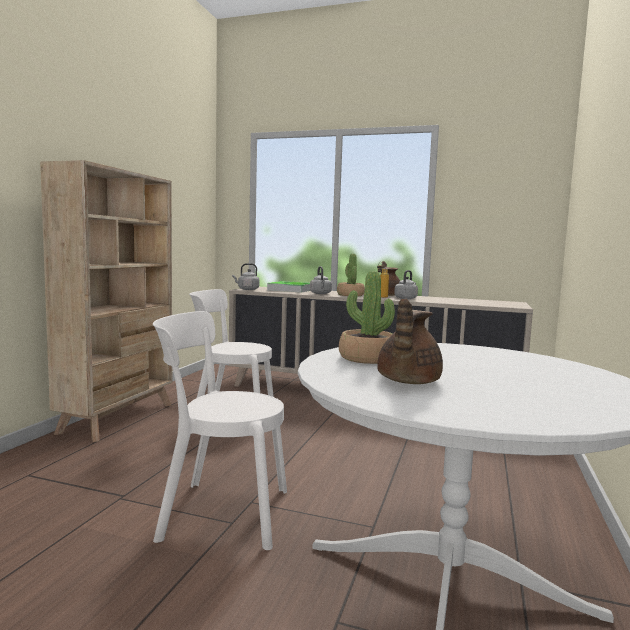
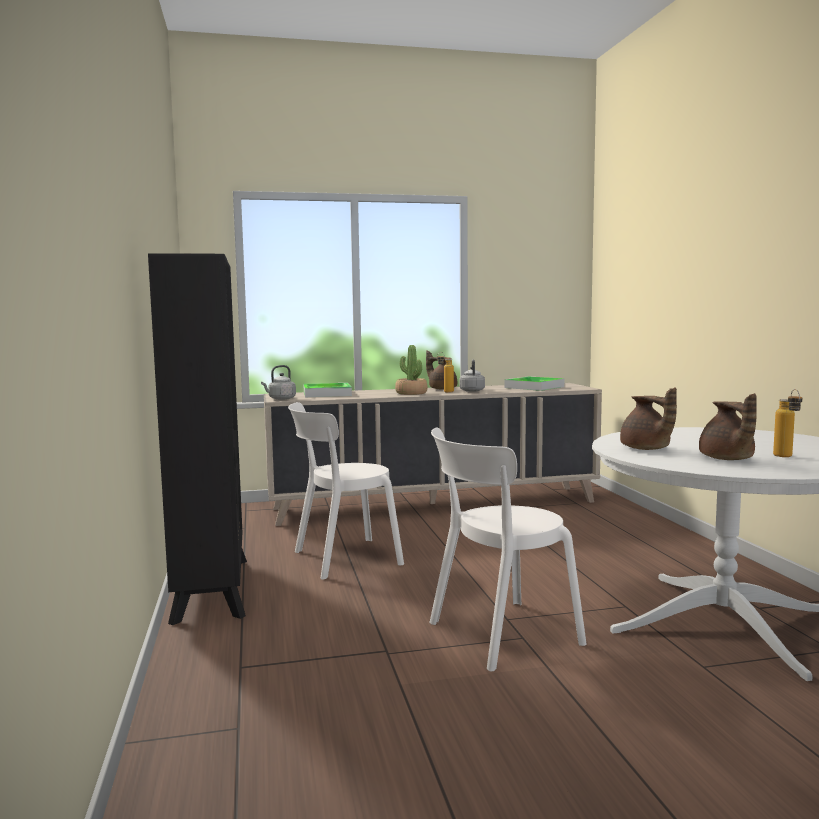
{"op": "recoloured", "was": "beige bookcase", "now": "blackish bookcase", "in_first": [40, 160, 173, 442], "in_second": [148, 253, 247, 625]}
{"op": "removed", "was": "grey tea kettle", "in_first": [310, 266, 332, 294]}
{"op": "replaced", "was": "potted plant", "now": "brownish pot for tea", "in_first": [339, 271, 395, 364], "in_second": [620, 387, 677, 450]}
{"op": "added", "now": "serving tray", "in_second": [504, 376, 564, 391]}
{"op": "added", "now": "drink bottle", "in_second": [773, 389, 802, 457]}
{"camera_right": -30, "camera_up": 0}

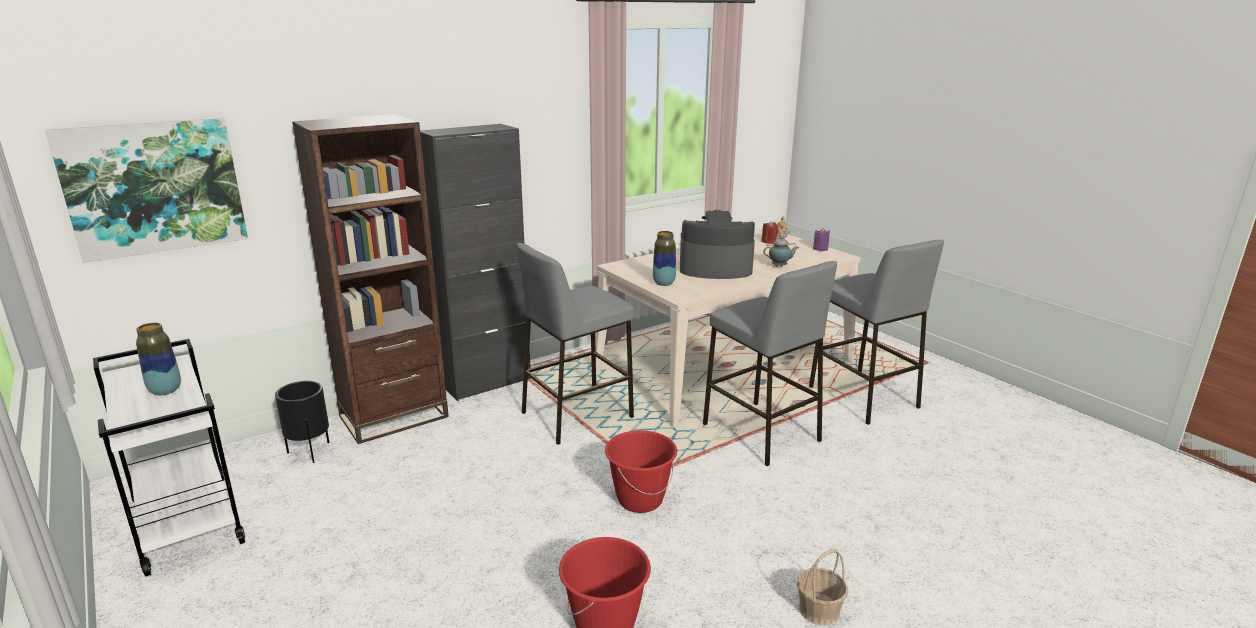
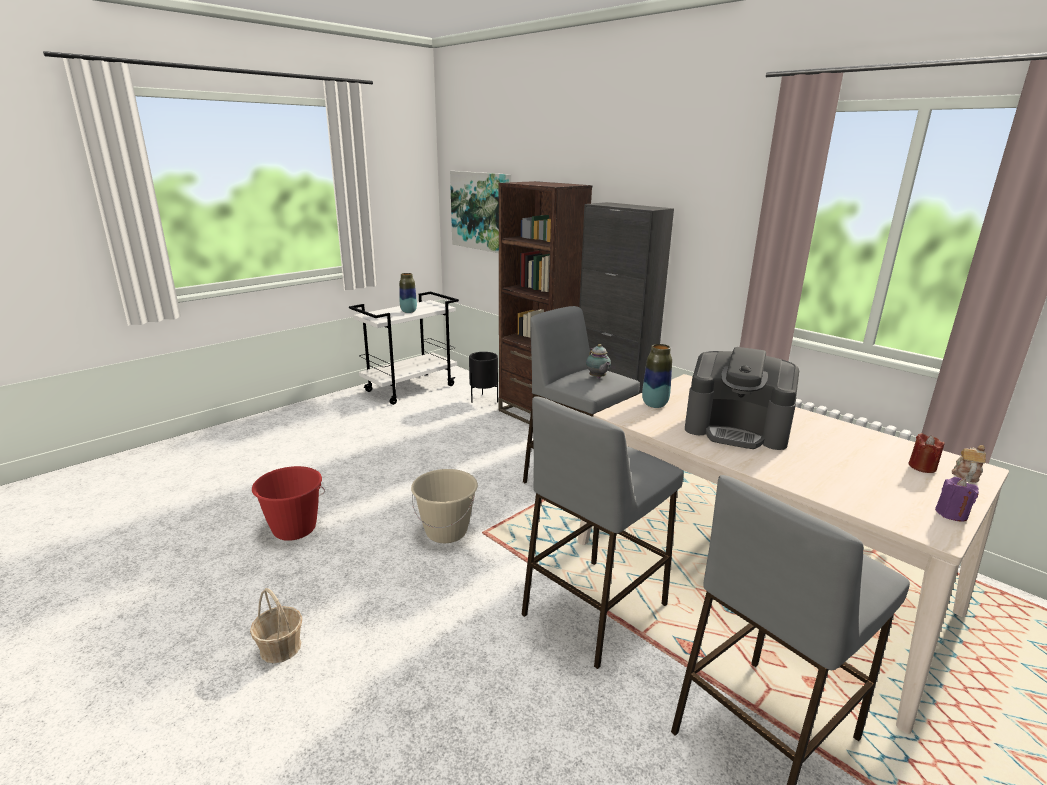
{"op": "turned", "was": "coffee machine", "in_first": [680, 210, 755, 279], "in_second": [685, 347, 799, 450], "clockwise": 120}
{"op": "moved", "was": "pot for tea", "in_first": [763, 236, 799, 267], "in_second": [586, 344, 611, 379]}
{"op": "recoloured", "was": "red-coloured pail", "now": "beige pail", "in_first": [605, 430, 677, 513], "in_second": [411, 469, 478, 543]}
{"camera_right": 80, "camera_up": 0}

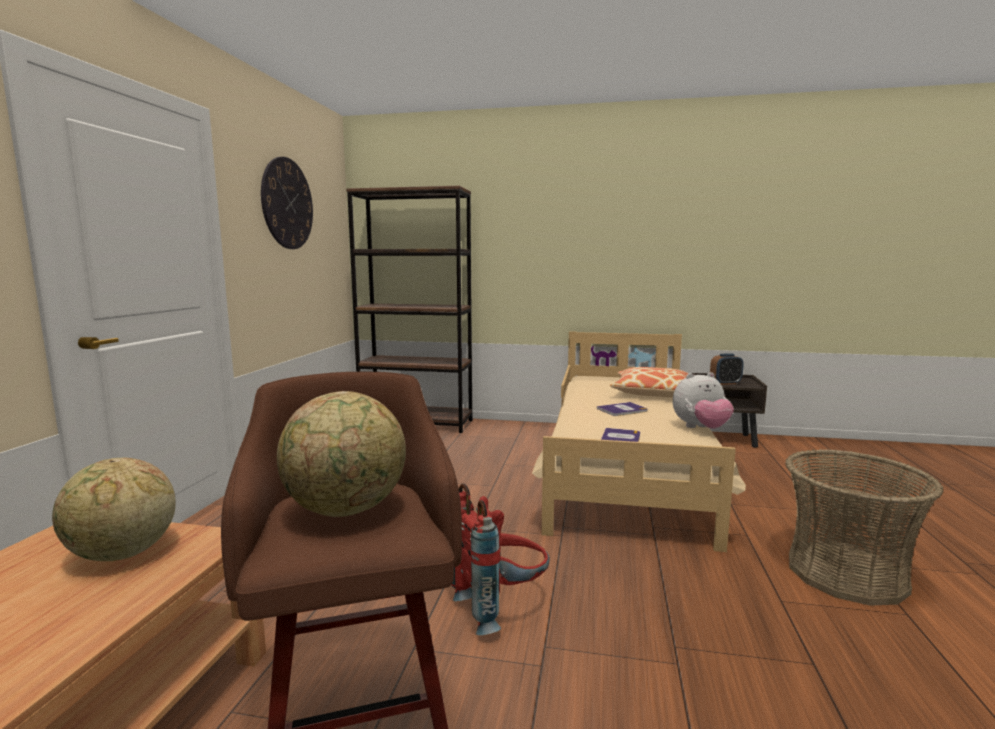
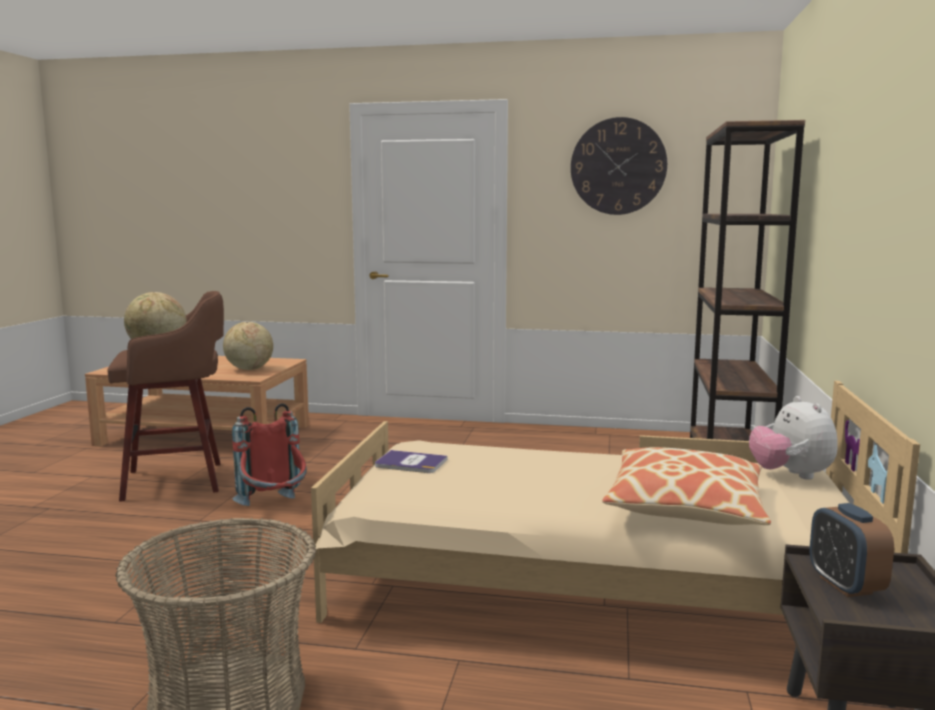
{"op": "moved", "was": "plush toy", "in_first": [673, 372, 734, 429], "in_second": [749, 396, 838, 480]}
{"op": "removed", "was": "volume", "in_first": [597, 402, 647, 416]}
{"camera_right": 90, "camera_up": 0}

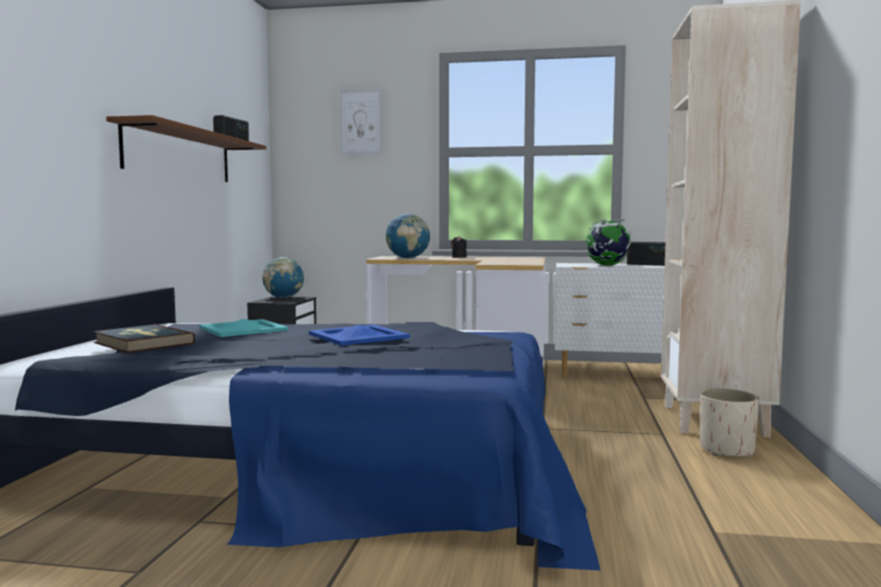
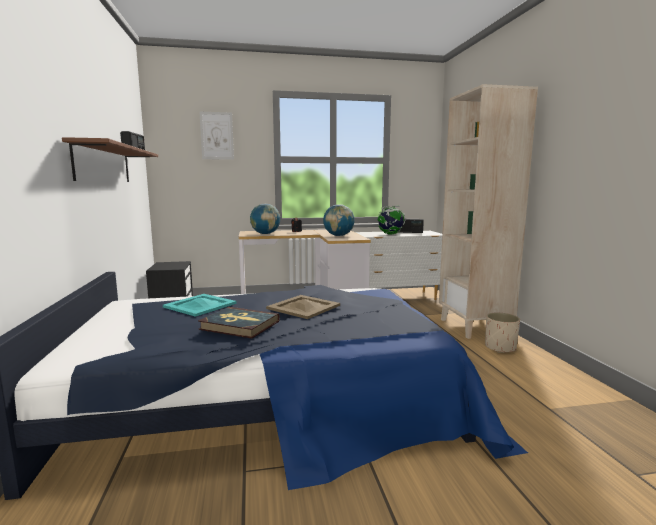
{"op": "moved", "was": "desk globe", "in_first": [262, 257, 304, 298], "in_second": [323, 204, 355, 236]}
{"op": "moved", "was": "volume", "in_first": [93, 324, 195, 353], "in_second": [198, 307, 280, 339]}
{"op": "recoloured", "was": "blue-coloured serving tray", "now": "beige serving tray", "in_first": [309, 325, 410, 346], "in_second": [266, 295, 340, 319]}
{"camera_right": -20, "camera_up": 5}

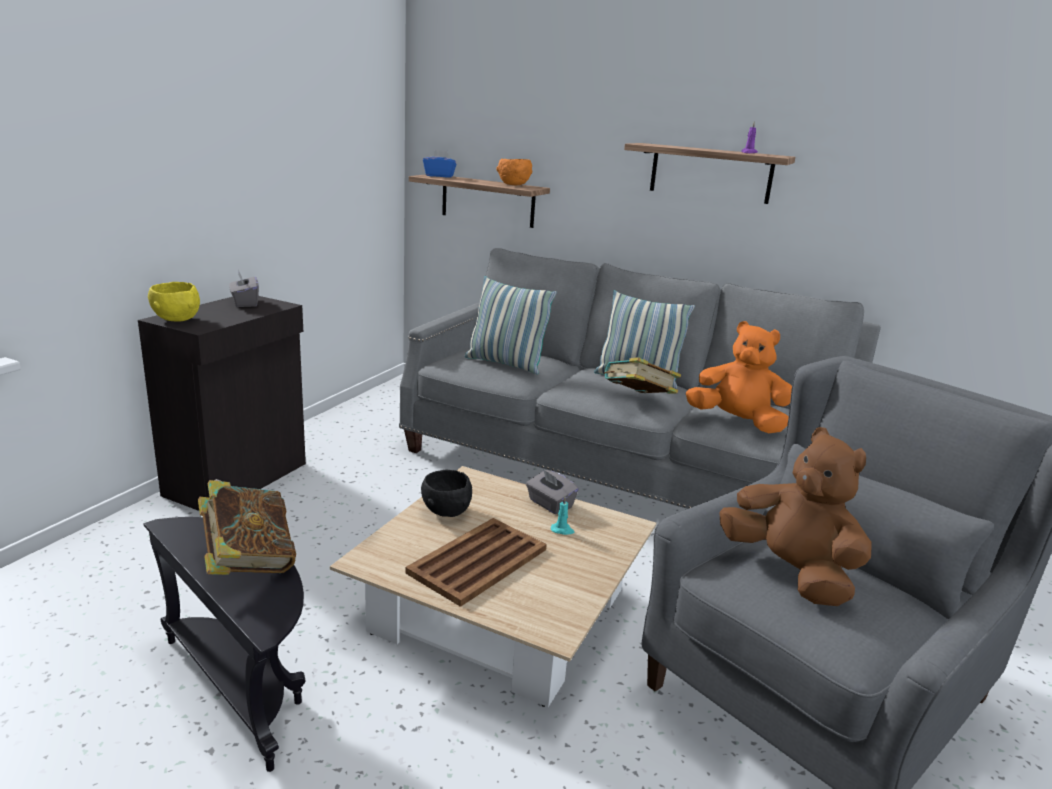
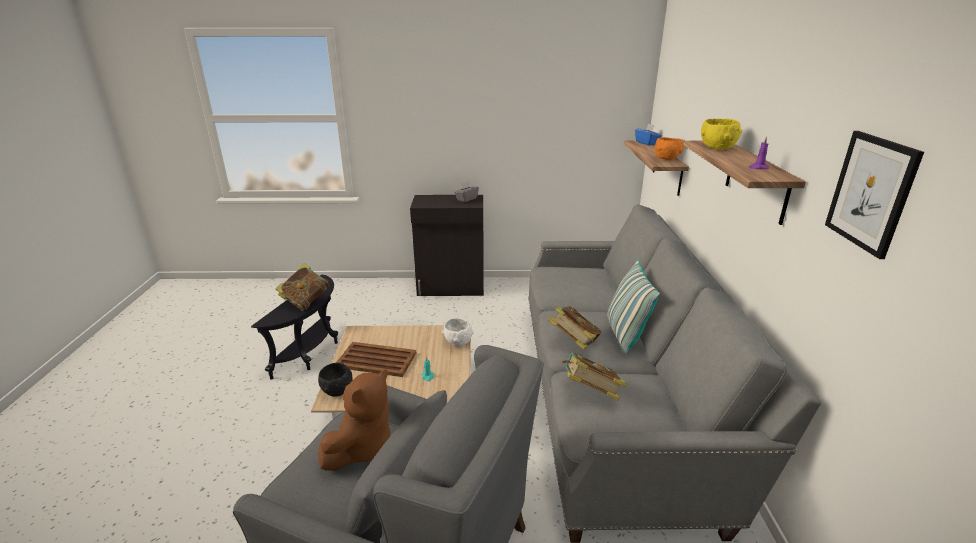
{"op": "removed", "was": "throw pillow", "in_first": [465, 276, 557, 374]}
{"op": "moved", "was": "yellow-coloured bowl", "in_first": [148, 282, 200, 321], "in_second": [701, 118, 742, 150]}
{"op": "replaced", "was": "orangey plush toy", "now": "volume", "in_first": [686, 321, 792, 433], "in_second": [562, 352, 626, 400]}
{"op": "moved", "was": "blackish bowl", "in_first": [421, 469, 472, 517], "in_second": [318, 363, 352, 397]}
{"op": "removed", "was": "grey tissue holder", "in_first": [526, 469, 579, 514]}
{"op": "added", "now": "wall art", "in_second": [825, 131, 924, 259]}
{"op": "added", "now": "whitish bowl", "in_second": [442, 318, 474, 346]}
{"camera_right": 65, "camera_up": 5}

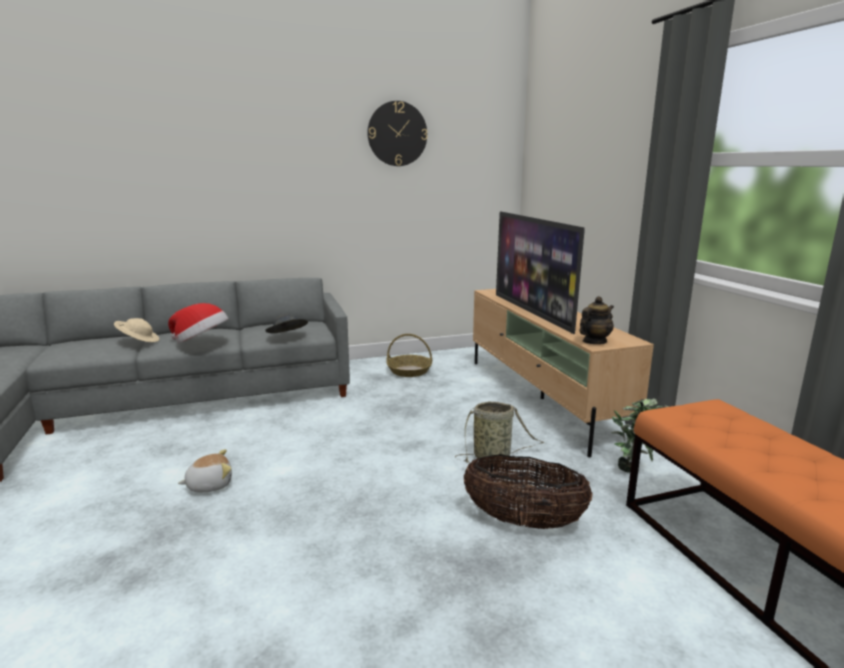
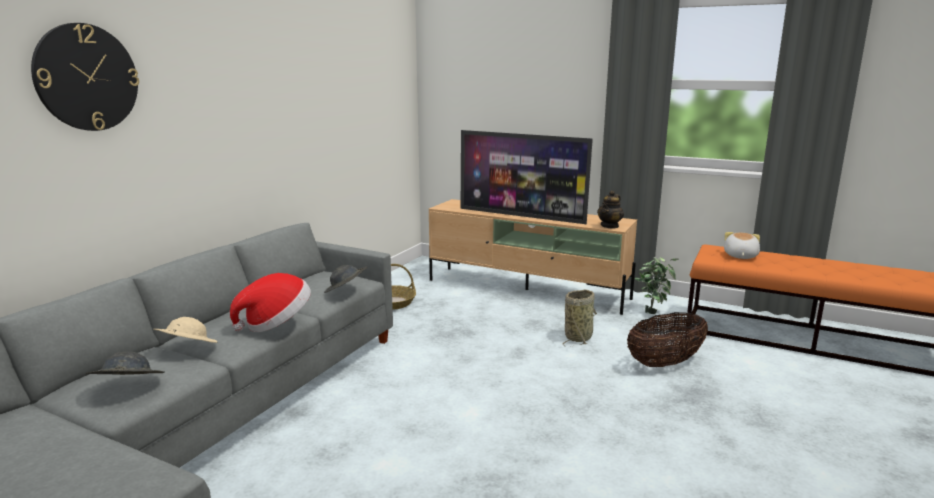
{"op": "moved", "was": "hanging clock", "in_first": [367, 101, 428, 166], "in_second": [31, 23, 139, 131]}
{"op": "turned", "was": "pot for tea", "in_first": [580, 296, 614, 344], "in_second": [597, 190, 624, 229], "clockwise": -150}
{"op": "moved", "was": "plush toy", "in_first": [178, 449, 232, 492], "in_second": [724, 232, 760, 259]}
{"op": "added", "now": "grey hat", "in_second": [85, 352, 165, 375]}
{"camera_right": -45, "camera_up": 0}

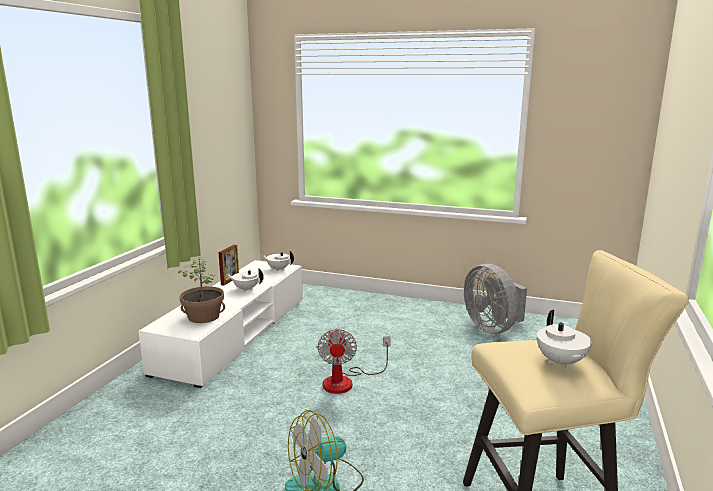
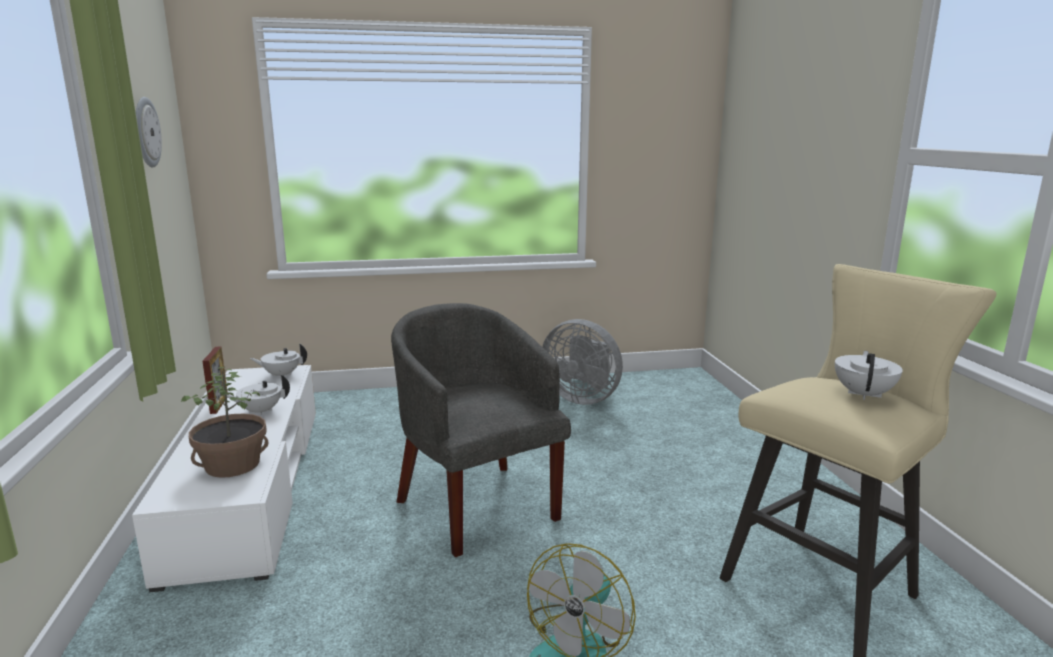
{"op": "turned", "was": "whitish pot for tea", "in_first": [537, 310, 592, 369], "in_second": [835, 351, 903, 400], "clockwise": -120}
{"op": "replaced", "was": "cooling fan", "now": "grey easy chair", "in_first": [317, 328, 391, 394], "in_second": [391, 303, 571, 557]}
{"op": "added", "now": "hanging clock", "in_second": [136, 97, 162, 168]}
{"camera_right": -30, "camera_up": 0}

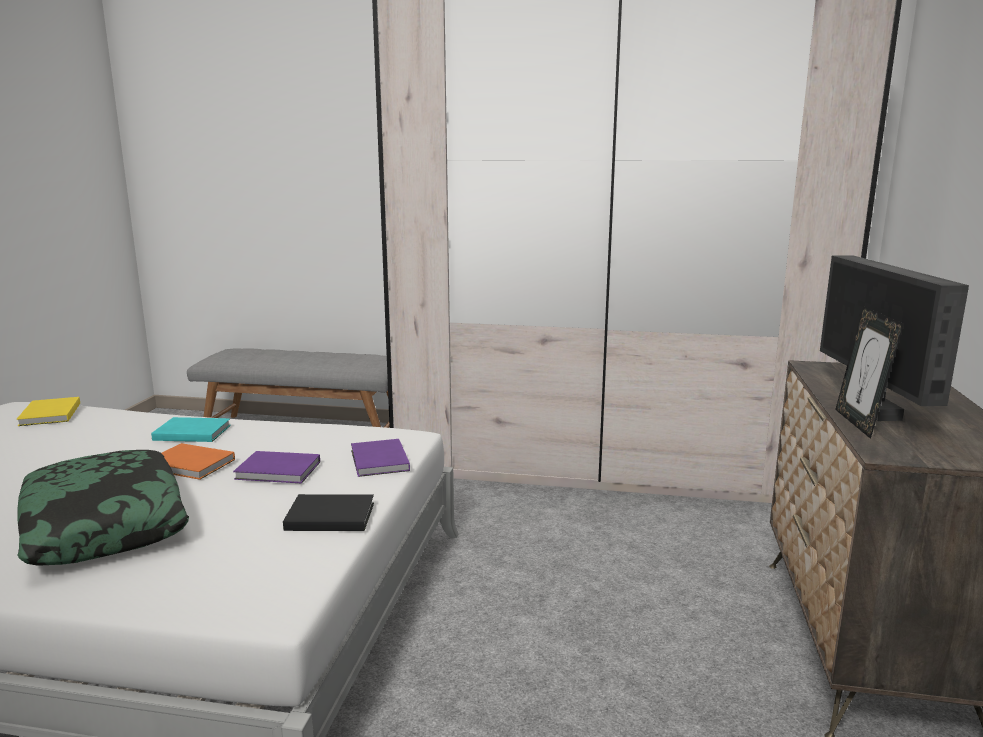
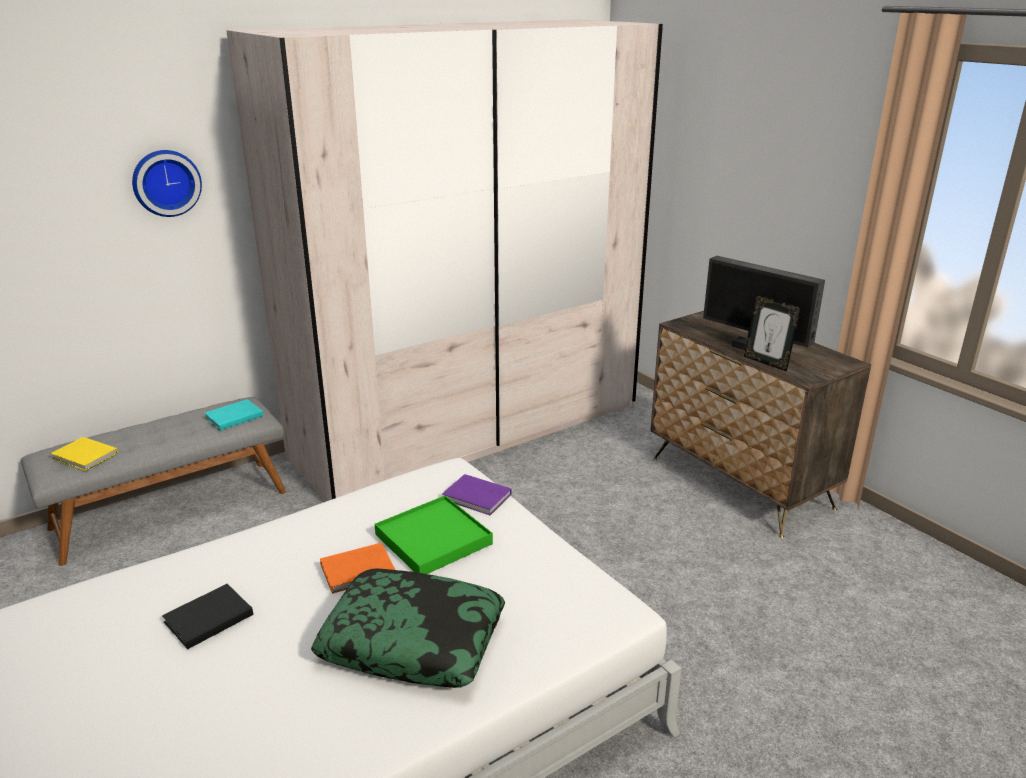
{"op": "moved", "was": "yellow-coloured volume", "in_first": [17, 397, 80, 426], "in_second": [50, 437, 118, 471]}
{"op": "moved", "was": "turquoise-coloured volume", "in_first": [151, 417, 231, 442], "in_second": [204, 399, 263, 430]}
{"op": "replaced", "was": "purple volume", "now": "green serving tray", "in_first": [233, 451, 320, 484], "in_second": [375, 495, 493, 574]}
{"op": "moved", "was": "blackish volume", "in_first": [283, 494, 374, 531], "in_second": [162, 584, 253, 649]}
{"op": "added", "now": "hanging clock", "in_second": [132, 150, 202, 217]}
{"camera_right": -45, "camera_up": 10}

